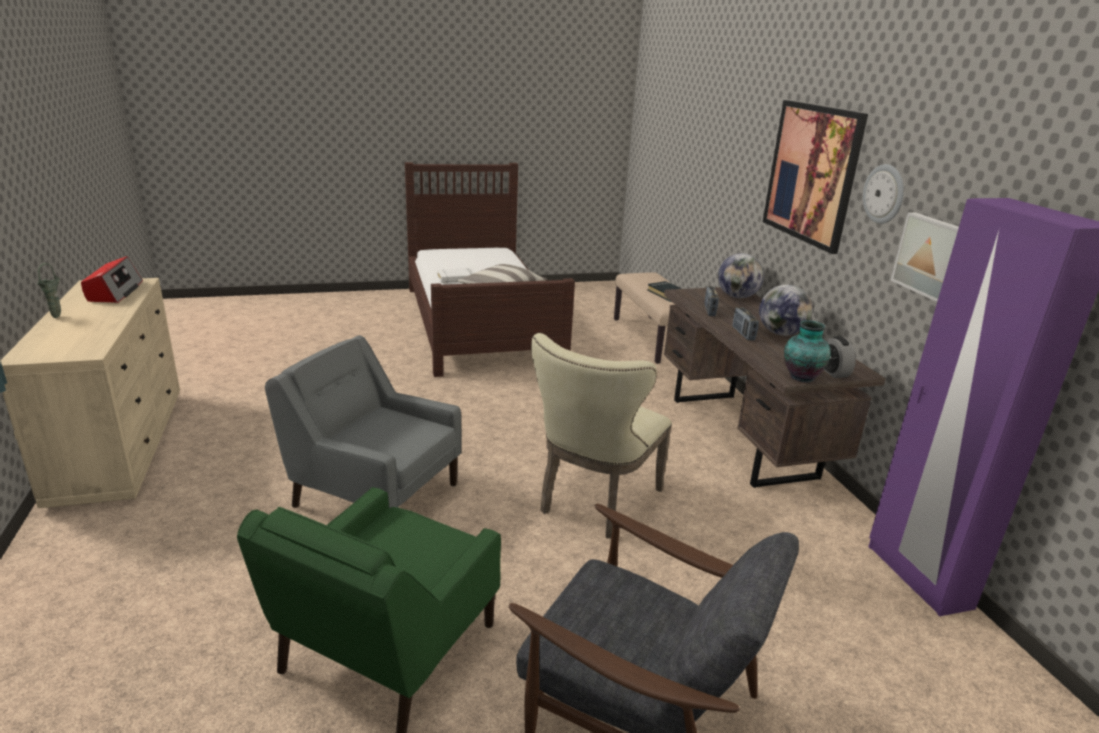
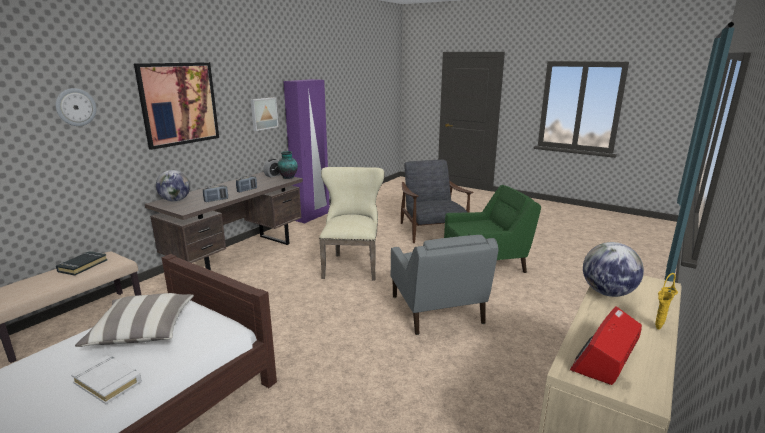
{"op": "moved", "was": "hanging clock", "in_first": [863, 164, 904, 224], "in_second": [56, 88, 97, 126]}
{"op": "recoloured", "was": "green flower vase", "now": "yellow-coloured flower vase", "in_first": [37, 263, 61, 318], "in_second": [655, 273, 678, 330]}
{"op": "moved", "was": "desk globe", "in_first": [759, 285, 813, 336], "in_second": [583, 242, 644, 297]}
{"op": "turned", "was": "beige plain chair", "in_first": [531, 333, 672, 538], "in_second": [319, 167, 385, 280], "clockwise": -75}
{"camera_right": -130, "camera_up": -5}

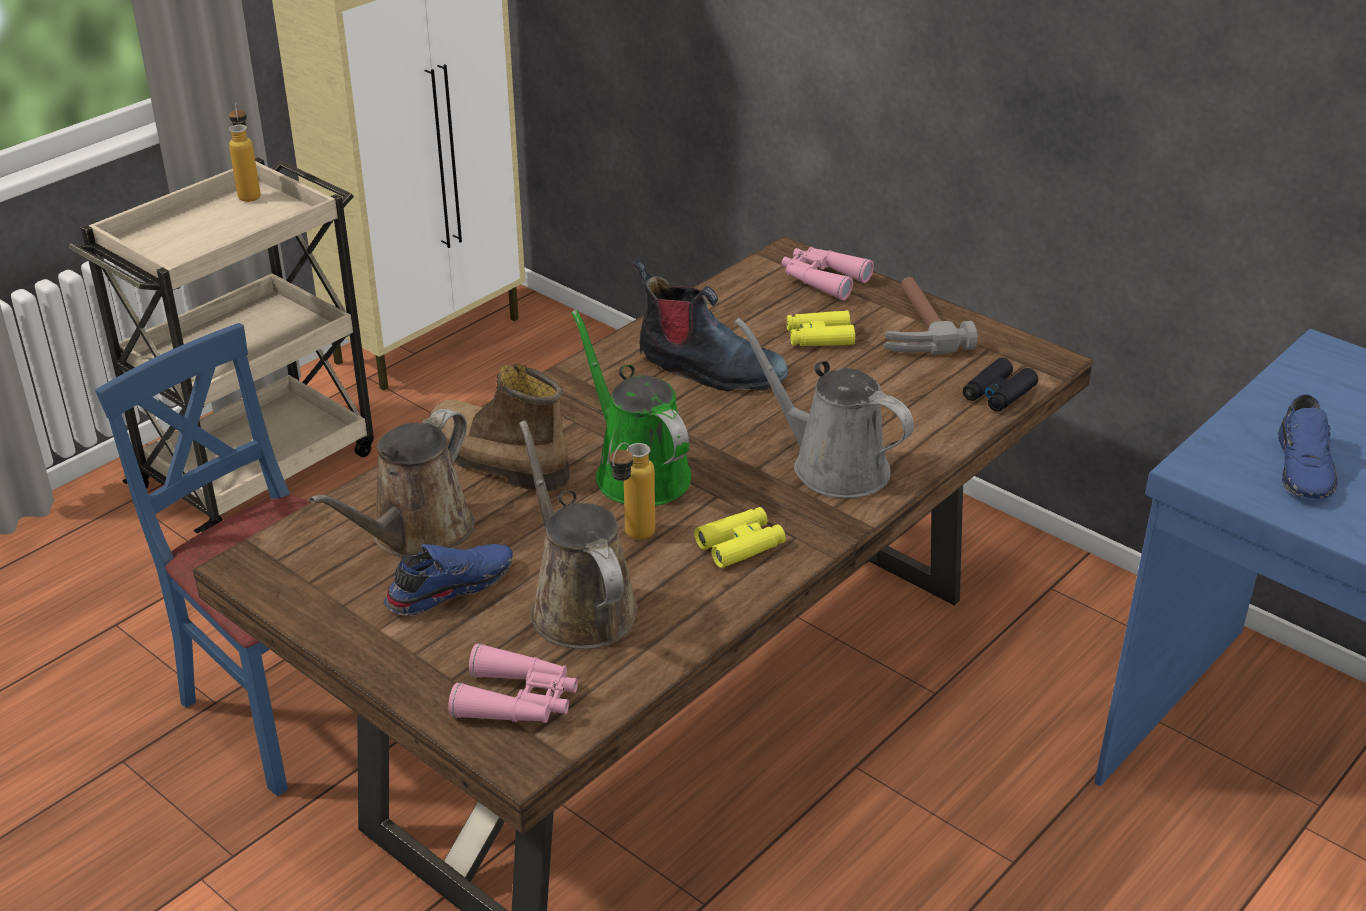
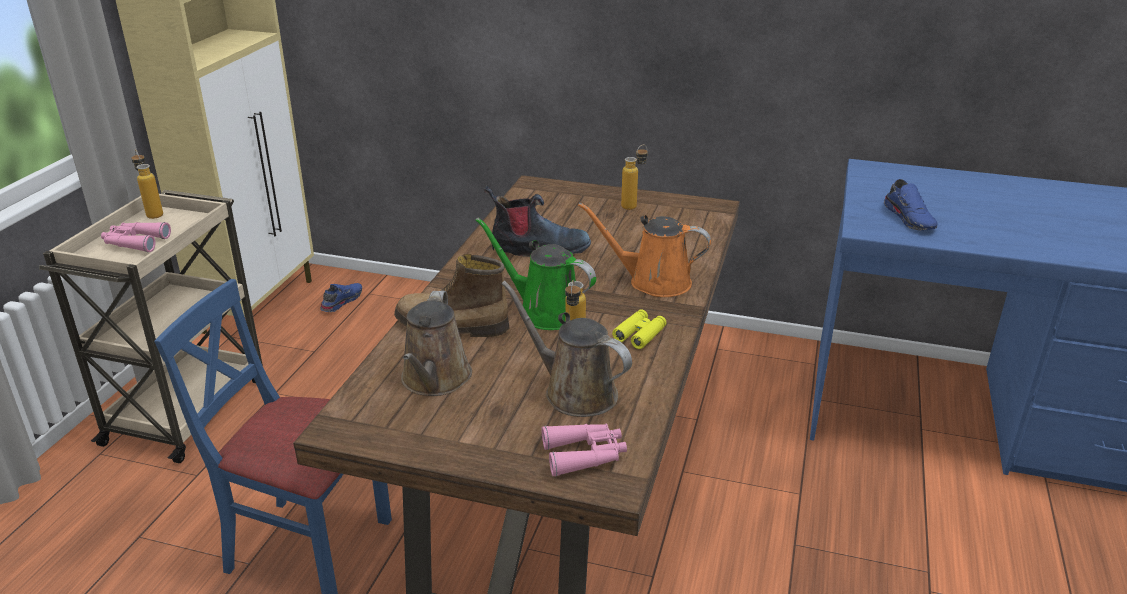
{"op": "moved", "was": "pink field glasses", "in_first": [781, 247, 874, 300], "in_second": [101, 222, 171, 252]}
{"op": "replaced", "was": "hammer", "now": "drink bottle", "in_first": [883, 277, 977, 354], "in_second": [621, 145, 648, 210]}
{"op": "removed", "was": "yellow-coloured field glasses", "in_first": [786, 311, 855, 346]}
{"op": "recoloured", "was": "grey sprinkling can", "now": "orangey sprinkling can", "in_first": [735, 318, 914, 498], "in_second": [578, 202, 711, 297]}
{"op": "removed", "was": "blackish field glasses", "in_first": [963, 358, 1038, 412]}
{"op": "moved", "was": "blue-coloured low shoe", "in_first": [384, 544, 513, 616], "in_second": [320, 283, 362, 312]}
{"camera_right": -25, "camera_up": -5}

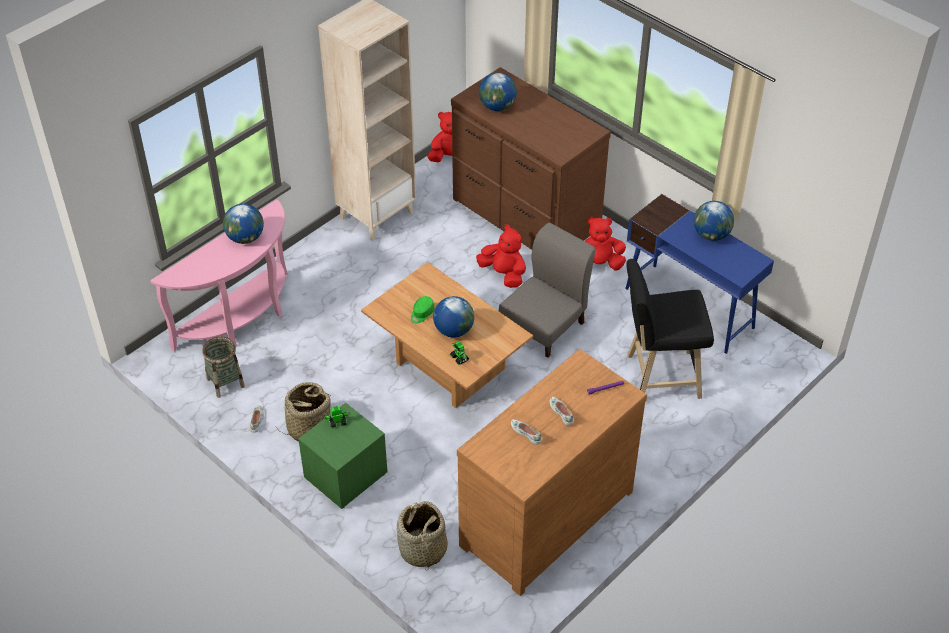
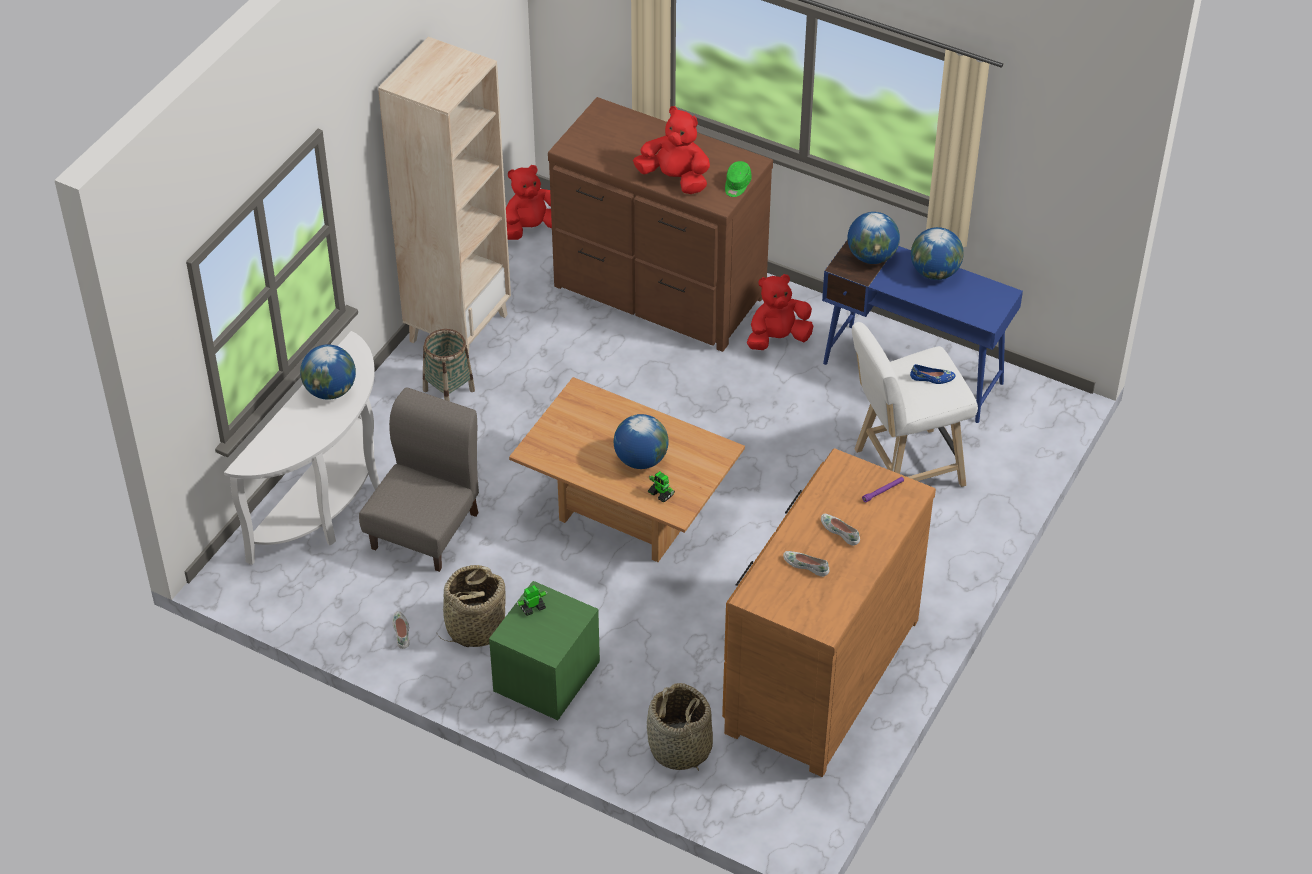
{"op": "moved", "was": "desk globe", "in_first": [479, 73, 517, 111], "in_second": [847, 212, 900, 264]}
{"op": "recoloured", "was": "pink hall table", "now": "whitish hall table", "in_first": [150, 199, 288, 351], "in_second": [224, 331, 380, 565]}
{"op": "moved", "was": "grey plain chair", "in_first": [499, 223, 595, 358], "in_second": [359, 387, 479, 572]}
{"op": "moved", "was": "red-coloured plush toy", "in_first": [476, 224, 526, 288], "in_second": [633, 106, 710, 194]}
{"op": "recoloured", "was": "blackish stool seat", "now": "whitish stool seat", "in_first": [626, 259, 714, 399], "in_second": [852, 322, 978, 487]}
{"op": "moved", "was": "green baseball cap", "in_first": [411, 296, 435, 323], "in_second": [725, 161, 751, 197]}
{"op": "moved", "was": "household basket", "in_first": [202, 336, 245, 398], "in_second": [423, 329, 475, 401]}
{"op": "added", "now": "blue-coloured low shoe", "in_second": [910, 364, 955, 384]}
{"camera_right": -15, "camera_up": 0}

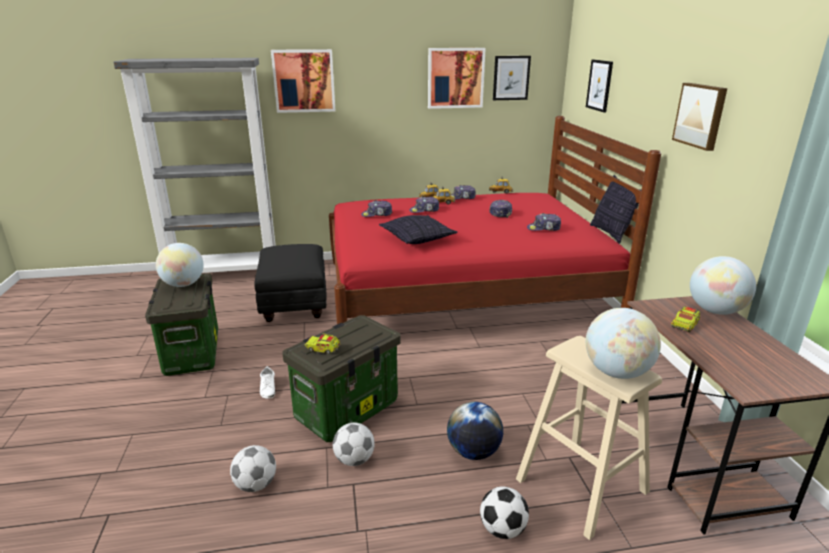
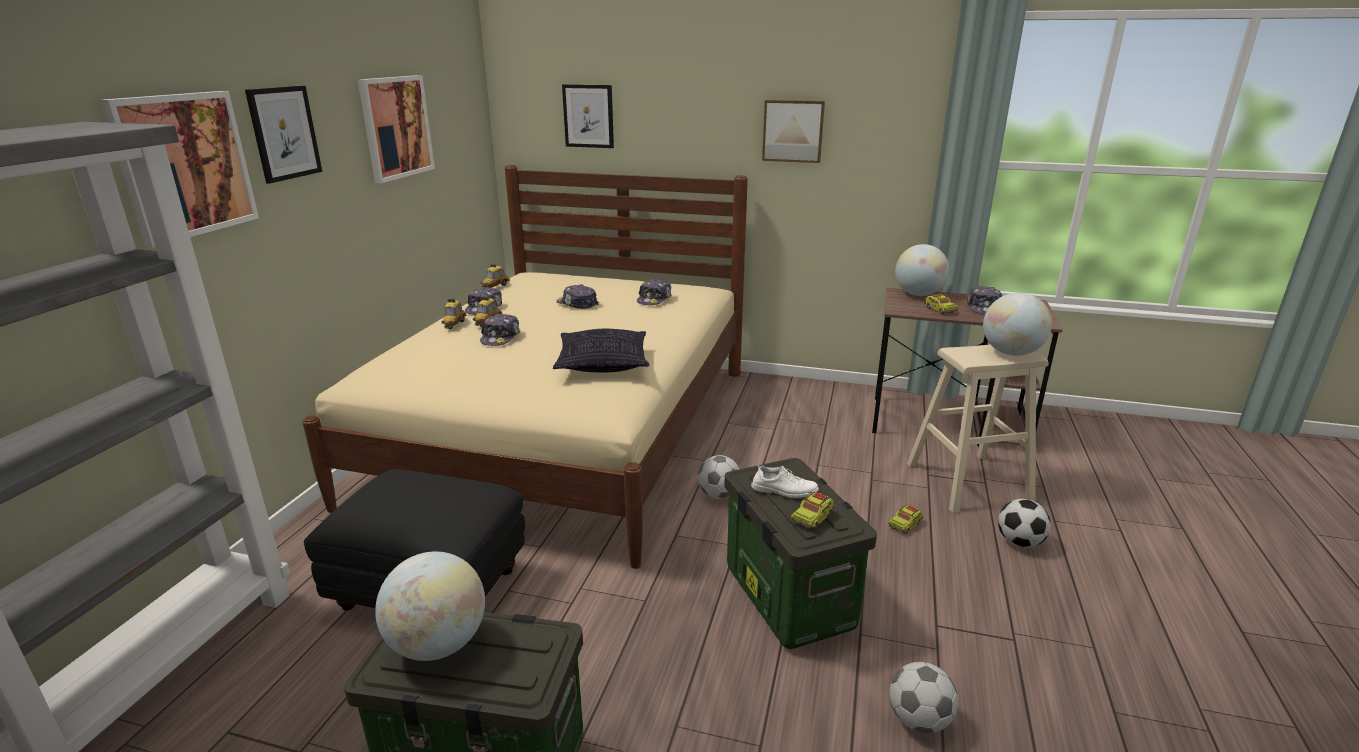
{"op": "moved", "was": "wall art", "in_first": [493, 56, 531, 100], "in_second": [245, 86, 322, 184]}
{"op": "recoloured", "was": "red-coloured sleeping bed", "now": "beige sleeping bed", "in_first": [329, 116, 661, 324], "in_second": [302, 165, 748, 569]}
{"op": "removed", "was": "throw pillow", "in_first": [590, 175, 640, 244]}
{"op": "moved", "was": "baseball cap", "in_first": [361, 200, 392, 217], "in_second": [967, 285, 1002, 314]}
{"op": "moved", "was": "whitish low shoe", "in_first": [260, 366, 275, 399], "in_second": [751, 466, 819, 498]}
{"op": "replaced", "was": "desk globe", "now": "model truck", "in_first": [447, 402, 503, 460], "in_second": [888, 504, 923, 534]}
{"op": "moved", "was": "football", "in_first": [333, 422, 375, 466], "in_second": [698, 455, 740, 499]}
{"camera_right": -65, "camera_up": 0}

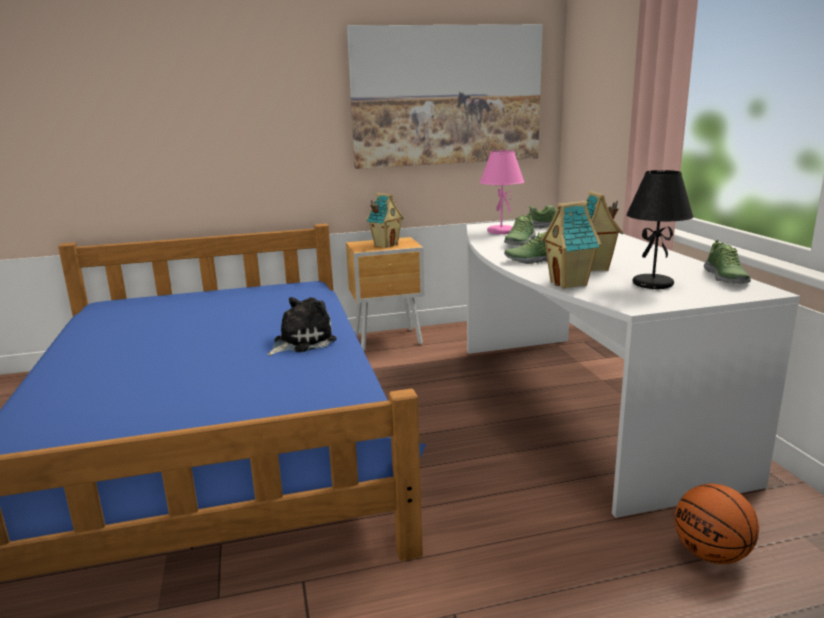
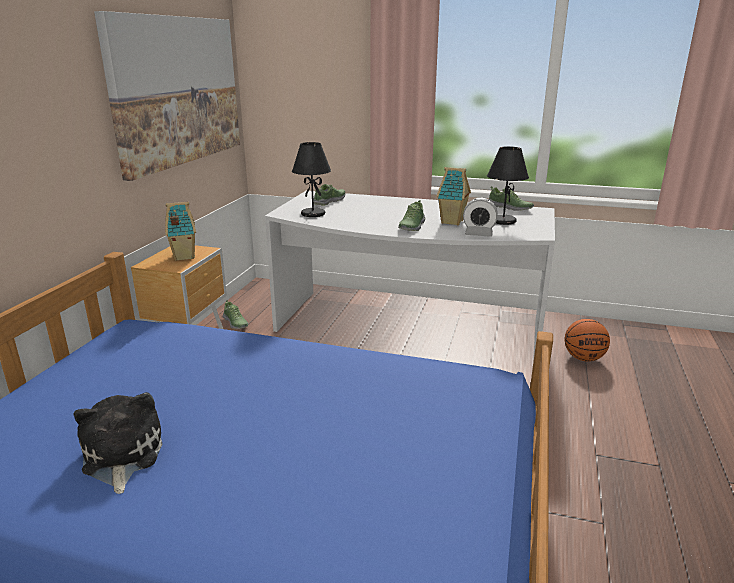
{"op": "recoloured", "was": "pink lamp for a table", "now": "blackish lamp for a table", "in_first": [480, 150, 524, 234], "in_second": [292, 142, 331, 217]}
{"op": "replaced", "was": "miniature house", "now": "table clock", "in_first": [541, 201, 601, 289], "in_second": [463, 198, 498, 237]}
{"op": "moved", "was": "low shoe", "in_first": [504, 213, 536, 246], "in_second": [223, 300, 248, 329]}
{"op": "moved", "was": "plush toy", "in_first": [267, 297, 337, 356], "in_second": [73, 392, 163, 494]}
{"camera_right": -60, "camera_up": 5}

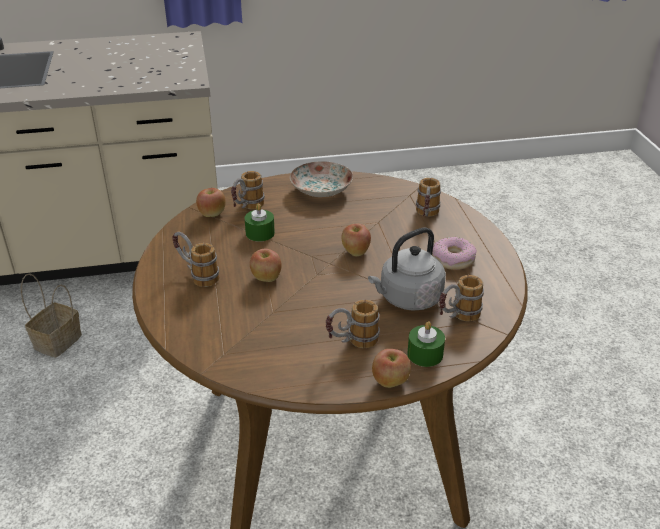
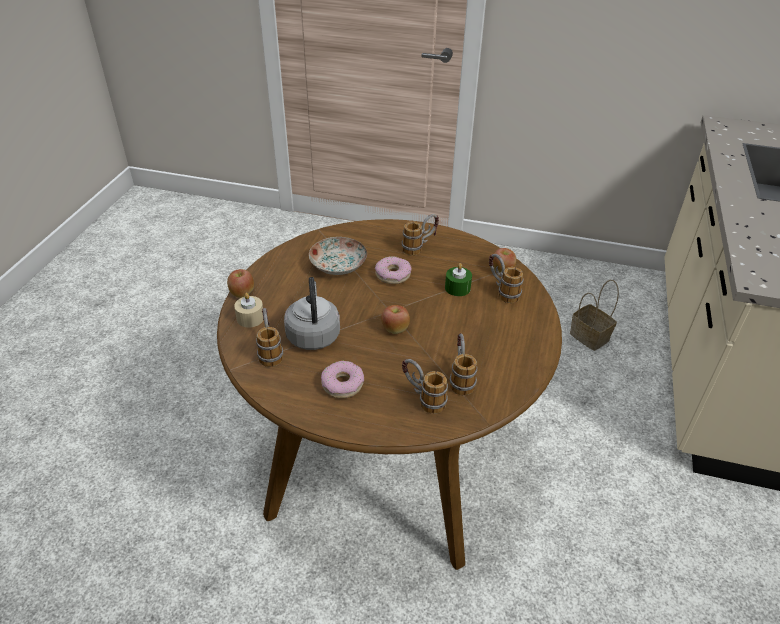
{"op": "moved", "was": "flat dish", "in_first": [290, 161, 353, 197], "in_second": [309, 237, 367, 275]}
{"op": "replaced", "was": "apple", "now": "ring doughnut", "in_first": [250, 249, 282, 282], "in_second": [375, 256, 412, 284]}
{"op": "moved", "was": "coffee mug", "in_first": [326, 300, 380, 348], "in_second": [450, 333, 478, 395]}
{"op": "recoloured", "was": "green wax light", "now": "beige wax light", "in_first": [407, 321, 445, 367], "in_second": [234, 293, 263, 328]}
{"camera_right": 115, "camera_up": 5}

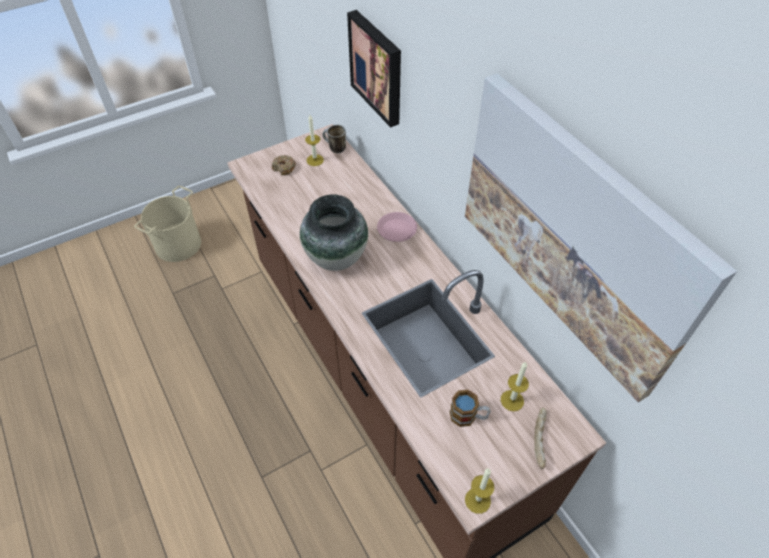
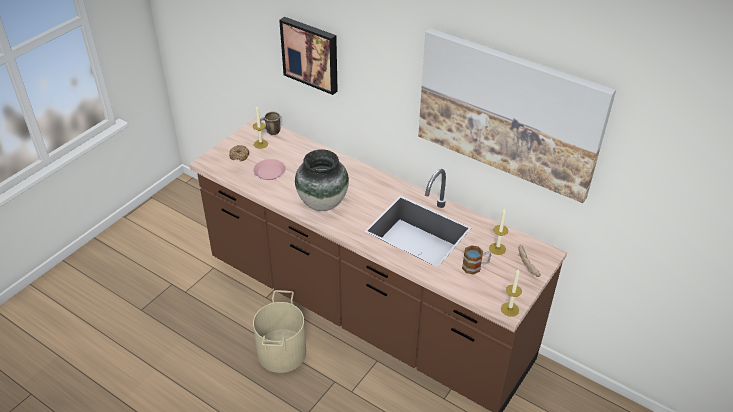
{"op": "moved", "was": "beige pail", "in_first": [134, 186, 201, 262], "in_second": [253, 290, 306, 373]}
{"op": "moved", "was": "pink flat dish", "in_first": [377, 212, 417, 242], "in_second": [253, 159, 285, 180]}
{"camera_right": -25, "camera_up": -10}

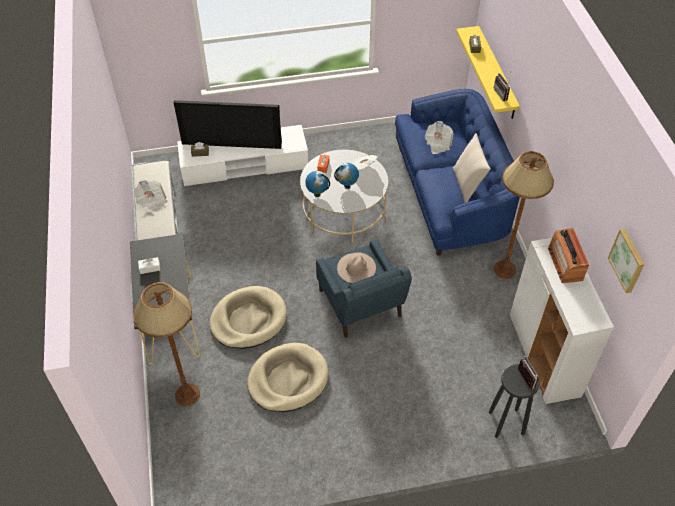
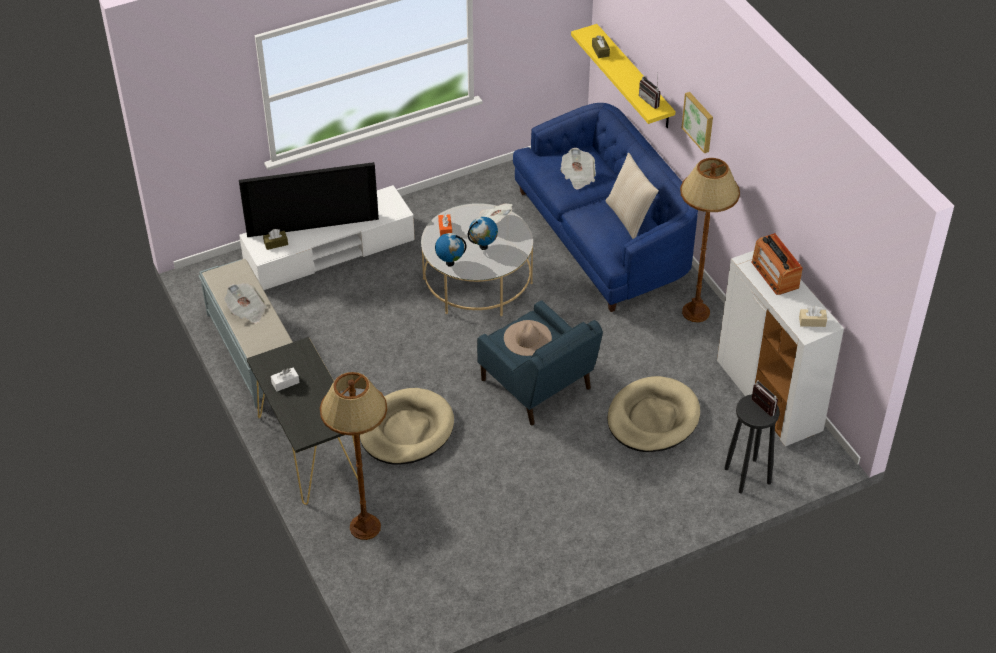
{"op": "moved", "was": "wall art", "in_first": [608, 229, 645, 293], "in_second": [682, 92, 713, 153]}
{"op": "moved", "was": "beige pet bed", "in_first": [247, 343, 329, 412], "in_second": [607, 376, 700, 452]}
{"op": "added", "now": "beige tissue holder", "in_second": [799, 306, 827, 327]}
{"camera_right": -15, "camera_up": -5}

